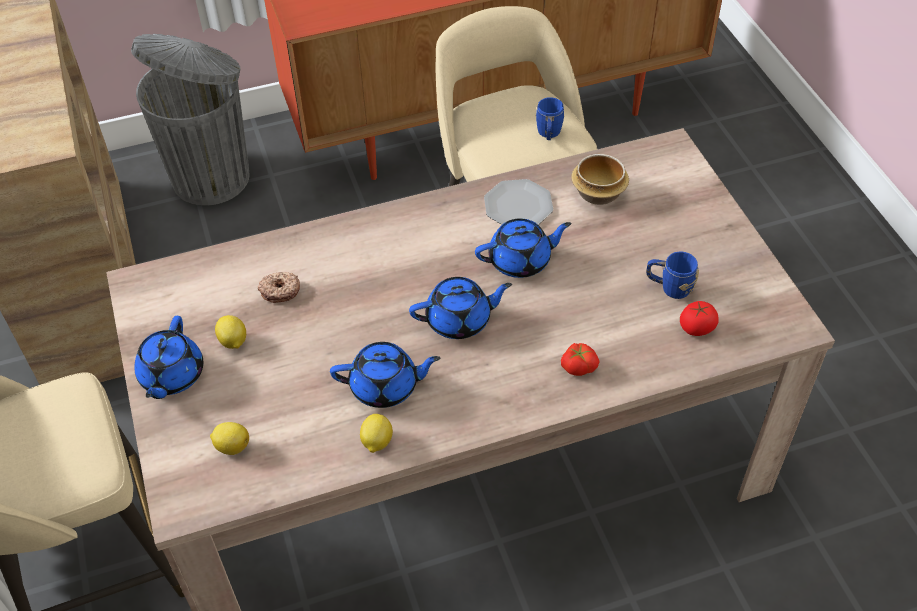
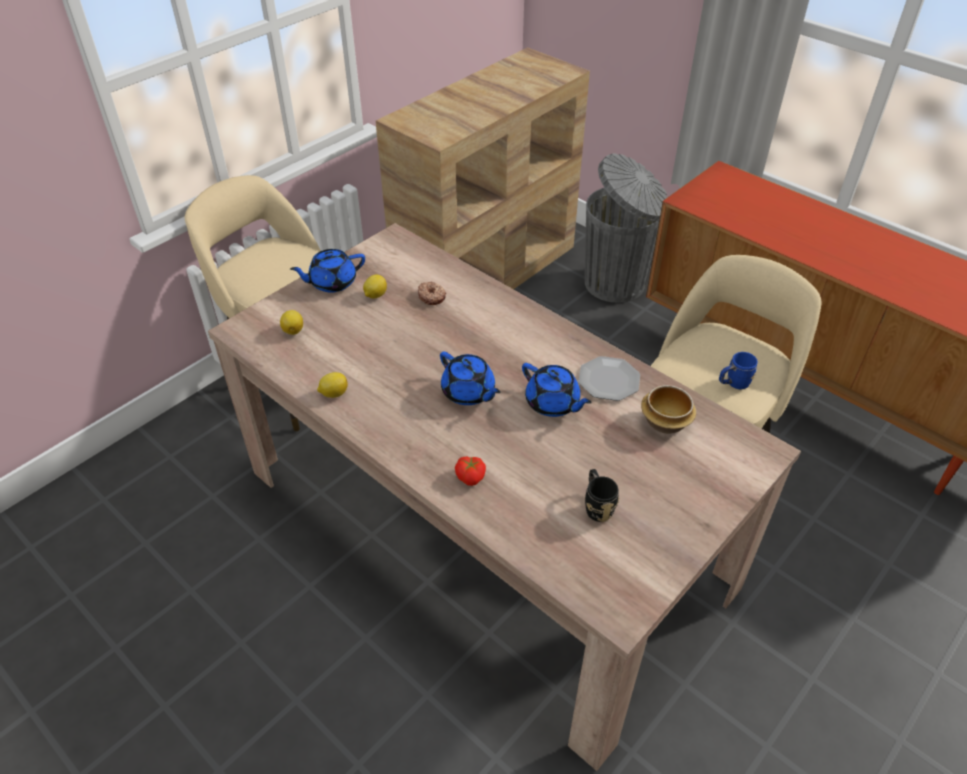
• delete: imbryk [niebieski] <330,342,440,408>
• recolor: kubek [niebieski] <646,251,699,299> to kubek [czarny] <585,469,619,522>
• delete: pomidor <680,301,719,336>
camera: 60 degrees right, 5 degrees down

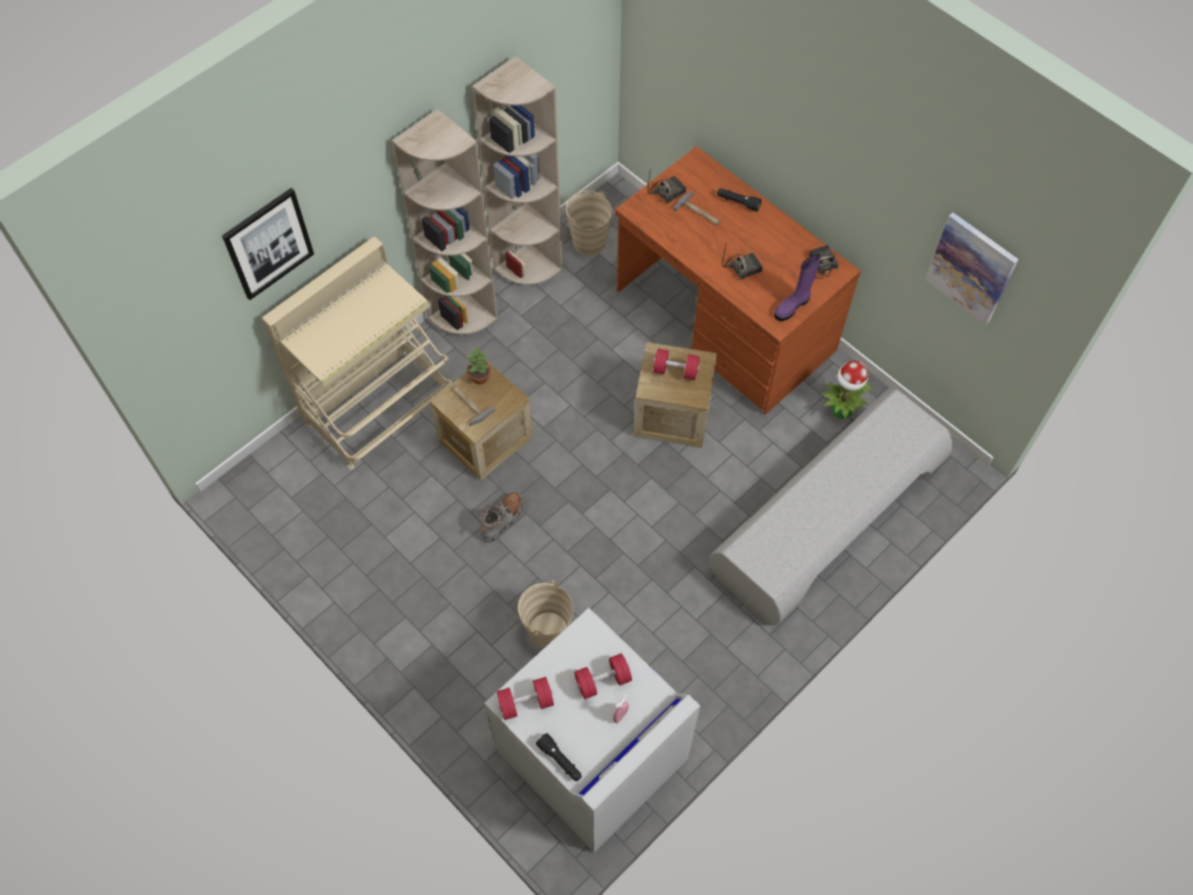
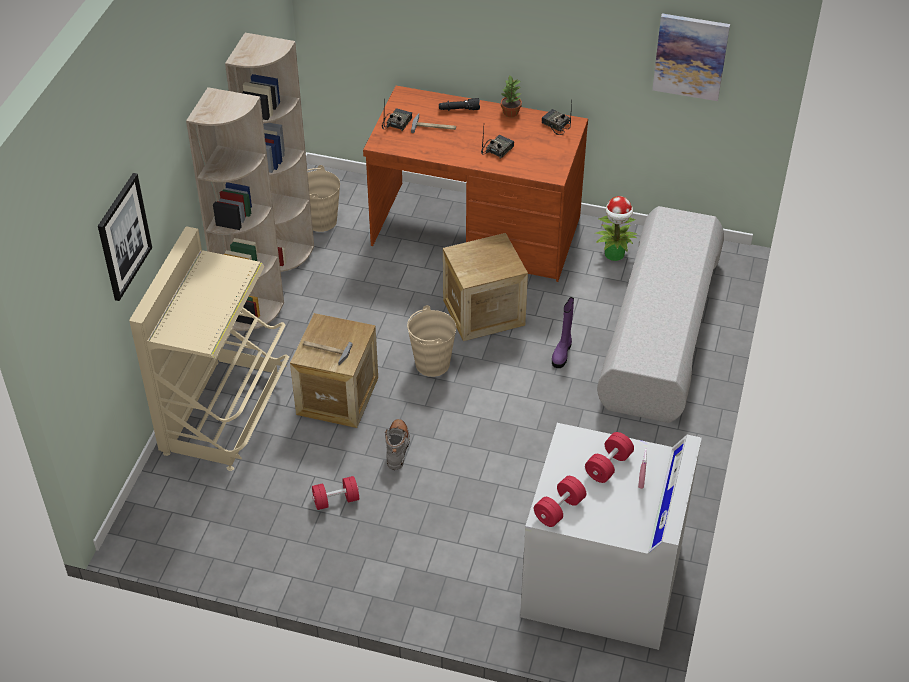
• move: roślina doniczkowa <467,346,491,384> to <500,76,522,117>
• move: wiadro [beżowy] <518,580,573,648> to <407,305,456,377>
• delete: latarka [czarny] <536,733,582,781>
• move: hantel [czerwony] <653,349,699,380> to <312,476,359,510>
• move: but z cholewką [fioletowy] <774,254,820,321> to <552,297,574,368>
camera: 30 degrees left, 15 degrees down

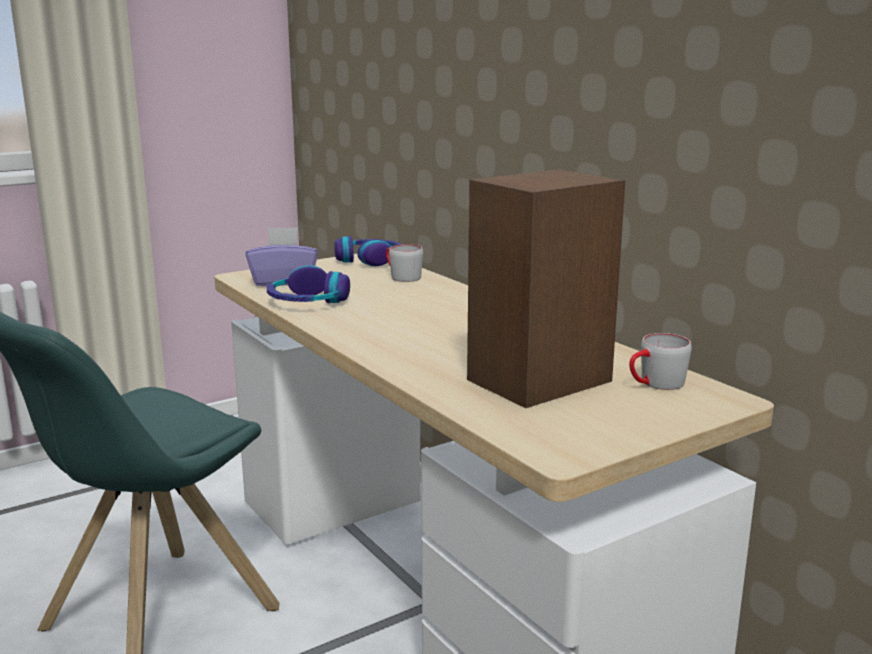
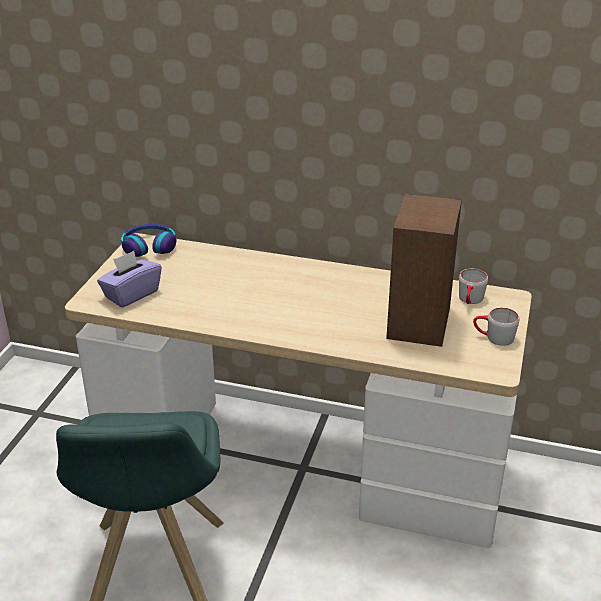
• delete: słuchawki <267,265,350,303>
• move: kubek [szary] <386,244,423,282> to <473,307,519,346>
camera: 40 degrees left, 15 degrees up

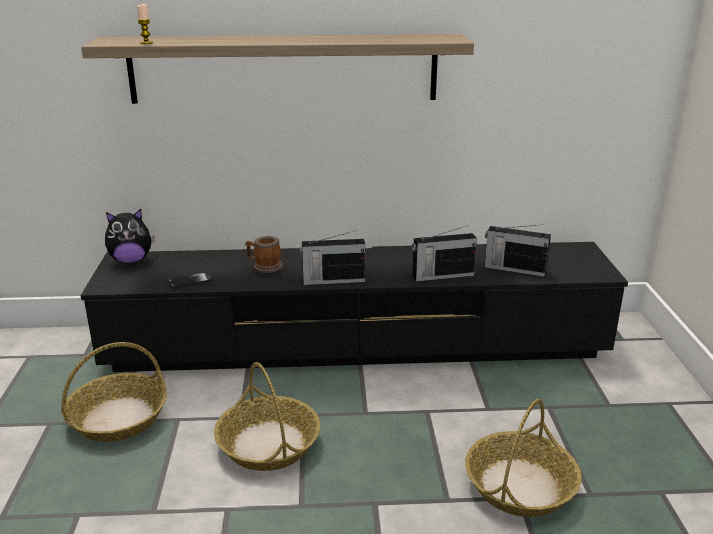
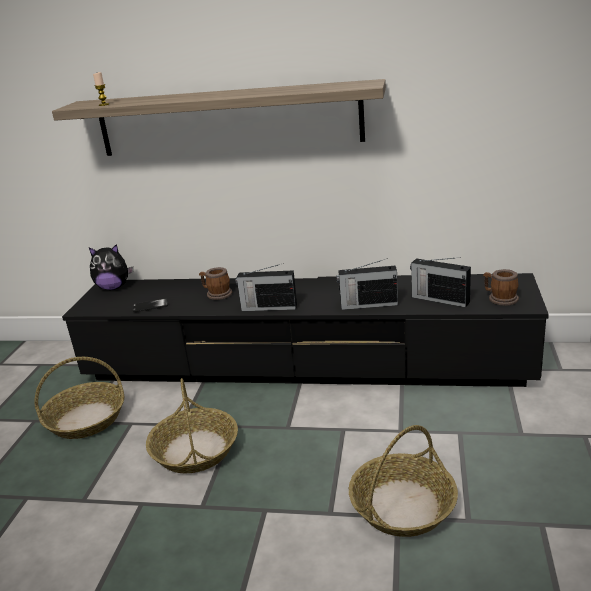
• insert: kubek <483,269,519,306>
camera: 15 degrees right, 0 degrees up

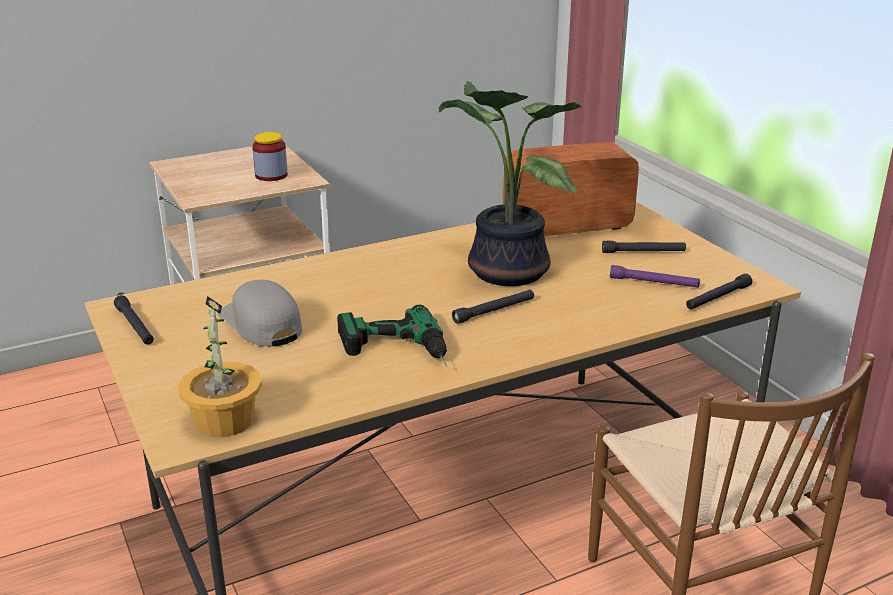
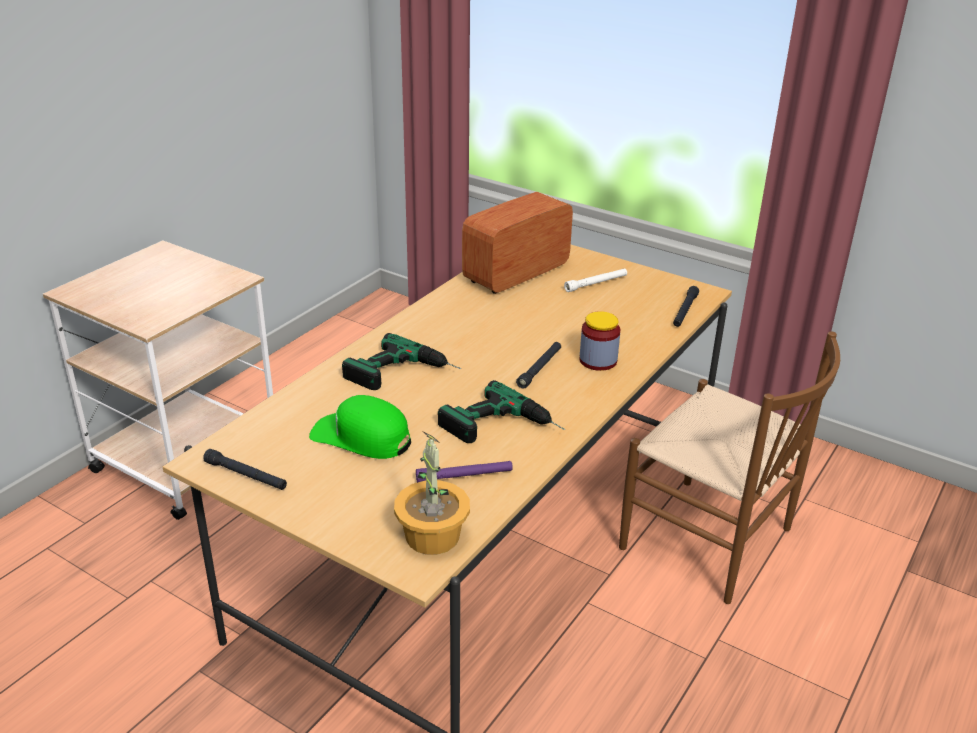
• recolor: czapka z daszkiem [szary] <217,280,302,347> to czapka z daszkiem [zielony] <309,395,411,459>
• move: słoik <252,132,288,181> to <579,311,620,371>
• delete: roślina doniczkowa <439,81,582,286>
• recolor: latarka [czarny] <602,240,686,253> to latarka [biały] <564,268,627,292>
• move: latarka [fioletowy] <610,265,700,288> to <416,461,513,483>
• insert: wiertarka <342,333,461,390>
camera: 30 degrees left, 5 degrees up

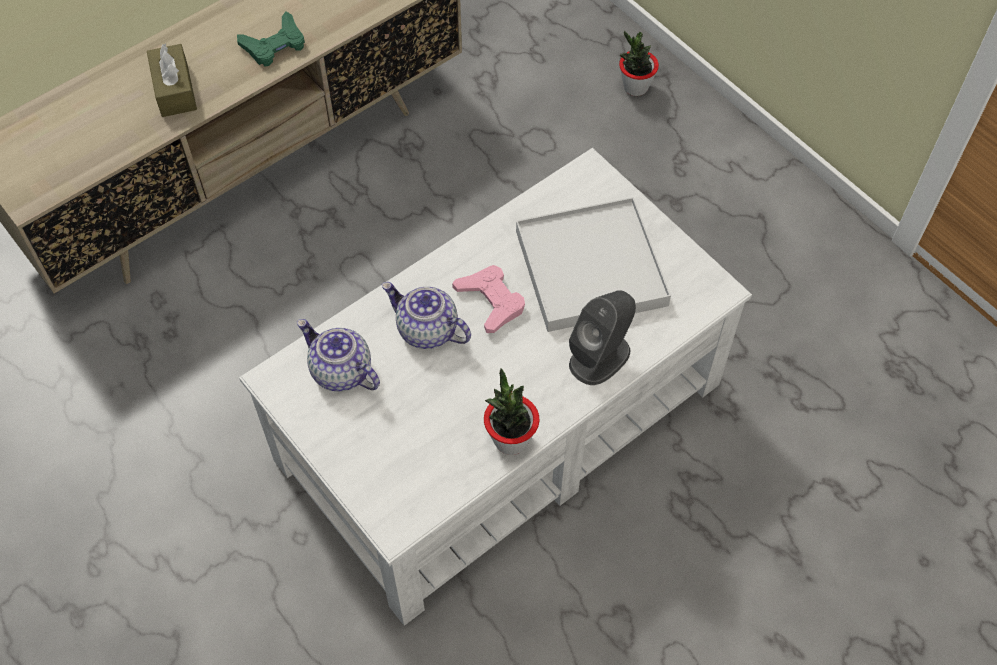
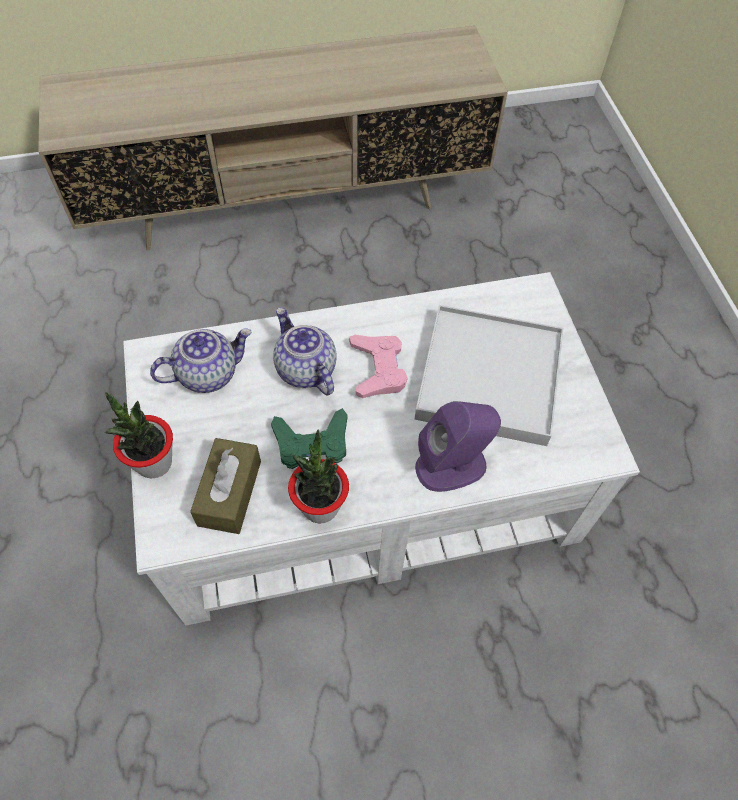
• move: pudełko chusteczek [brązowy] <147,44,197,117> to <190,438,261,534>
• move: pad do gier [zielony] <237,12,305,67> to <271,408,348,469>
• rotate: imbryk <297,319,380,391> = <150,328,252,393> 90 degrees clockwise
• recolor: głośnik [szary] <569,290,636,385> to głośnik [fioletowy] <415,401,501,492>
• move: roślina doniczkowa <619,31,659,96> to <104,392,173,478>
camera: 25 degrees right, 0 degrees up

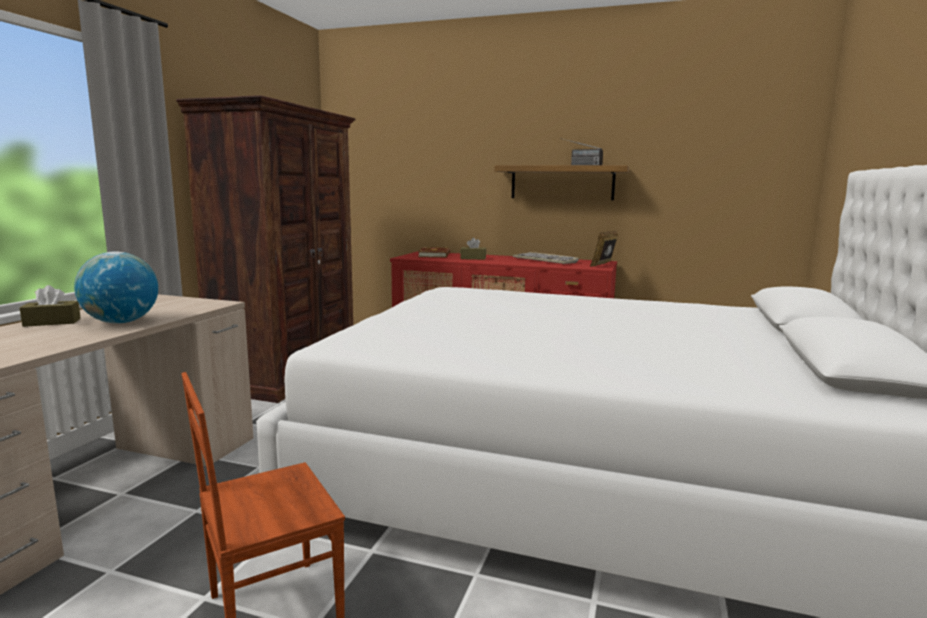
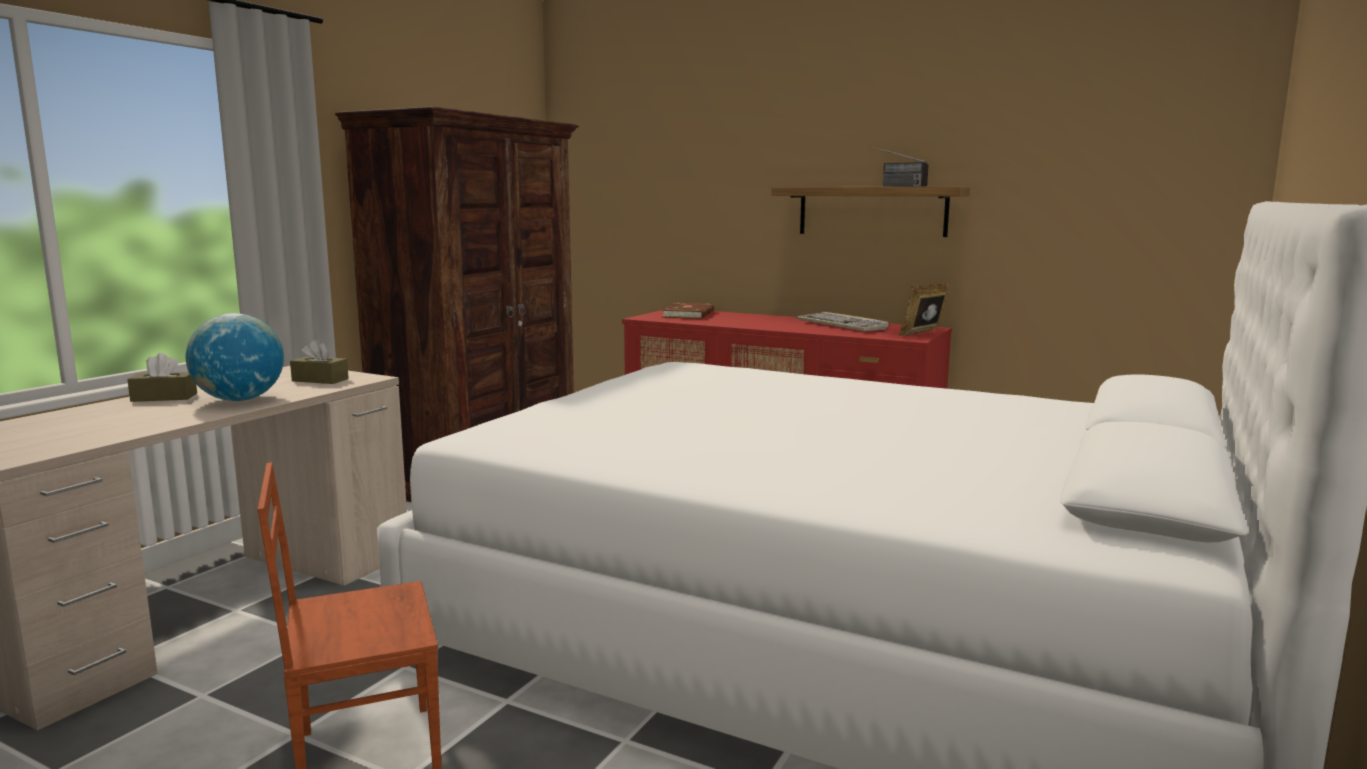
• move: pudełko chusteczek [brązowy] <460,238,486,260> to <290,340,349,384>
camera: 10 degrees right, 0 degrees up

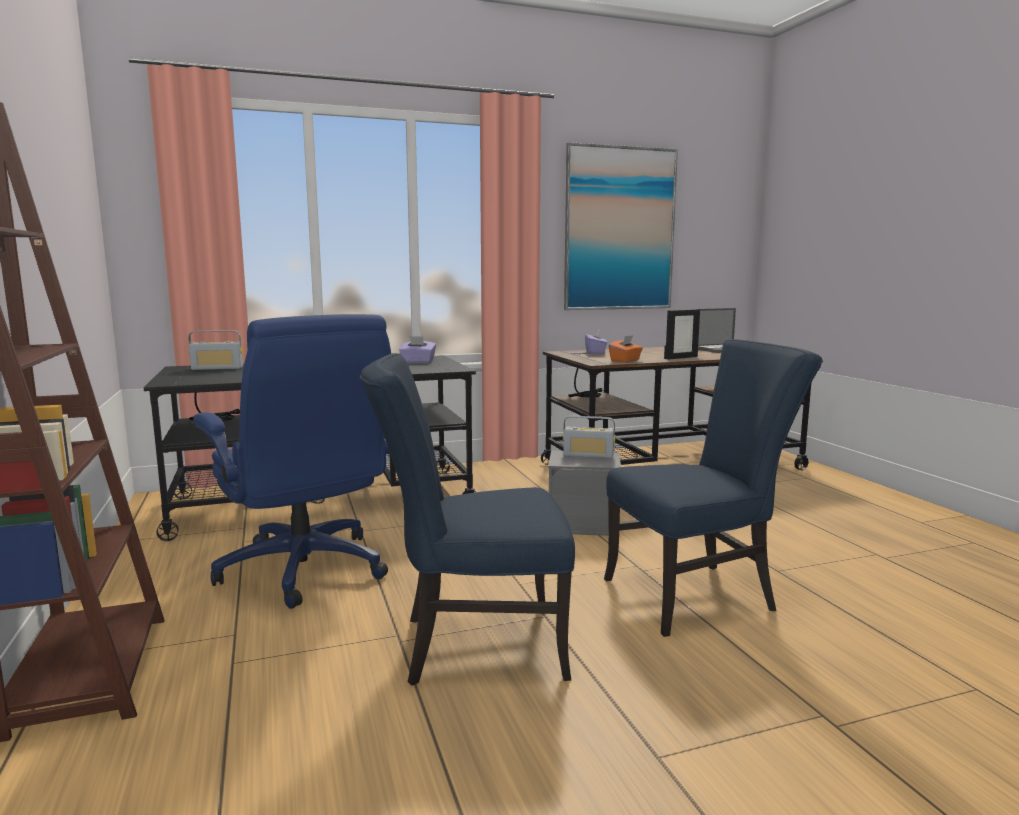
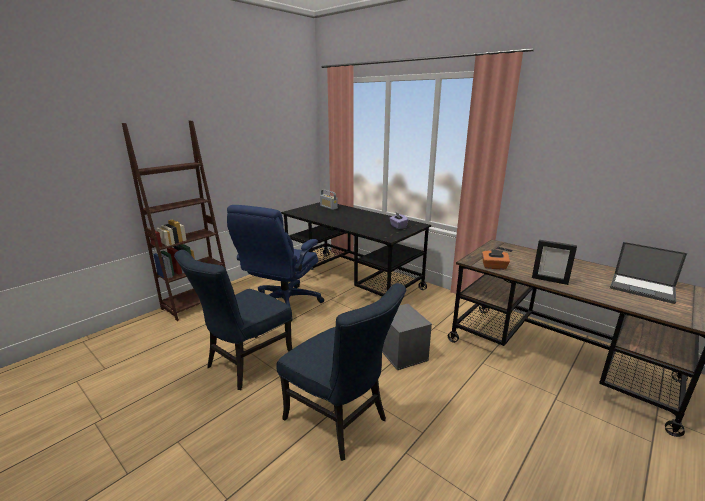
• rotate: krzesło [niebieski] <359,353,575,686> = <174,250,292,390> 105 degrees counterclockwise
• delete: radio <563,416,616,459>
• delete: obraz <564,142,678,310>
• delete: pudełko chusteczek [fioletowy] <585,330,607,354>
camera: 60 degrees right, 10 degrees up

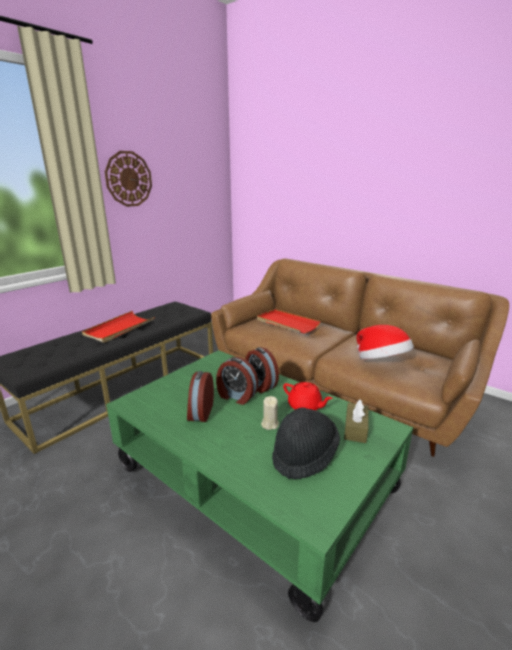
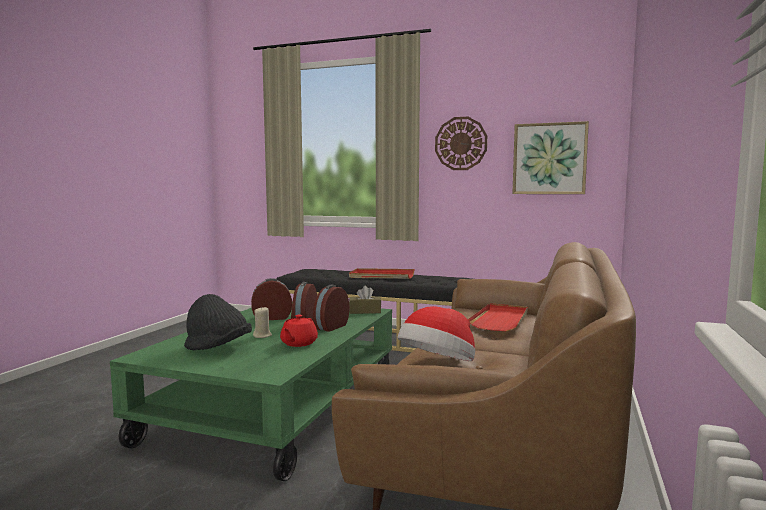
• move: pudełko chusteczek [brązowy] <344,400,369,443> to <349,286,381,314>
• insert: obraz <512,121,589,194>
camera: 70 degrees right, 15 degrees down

